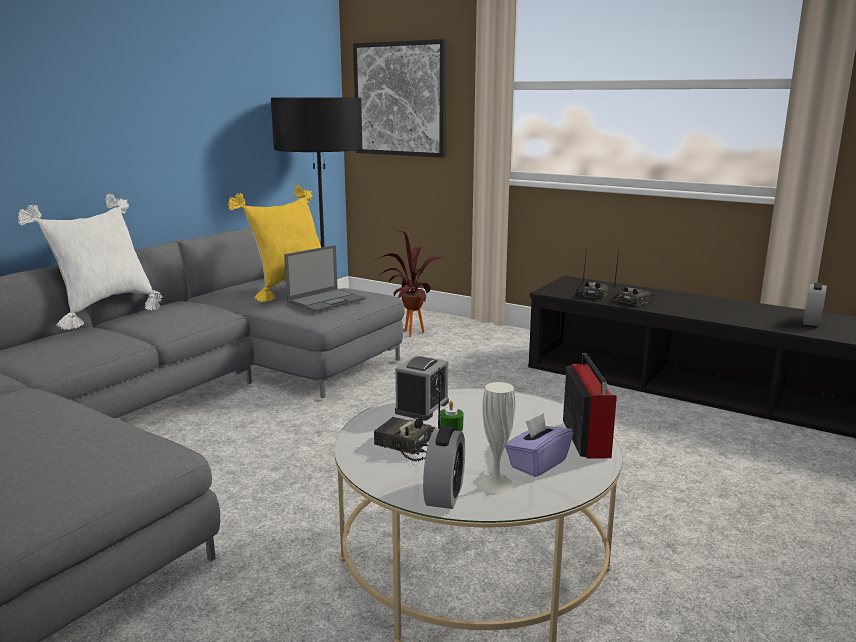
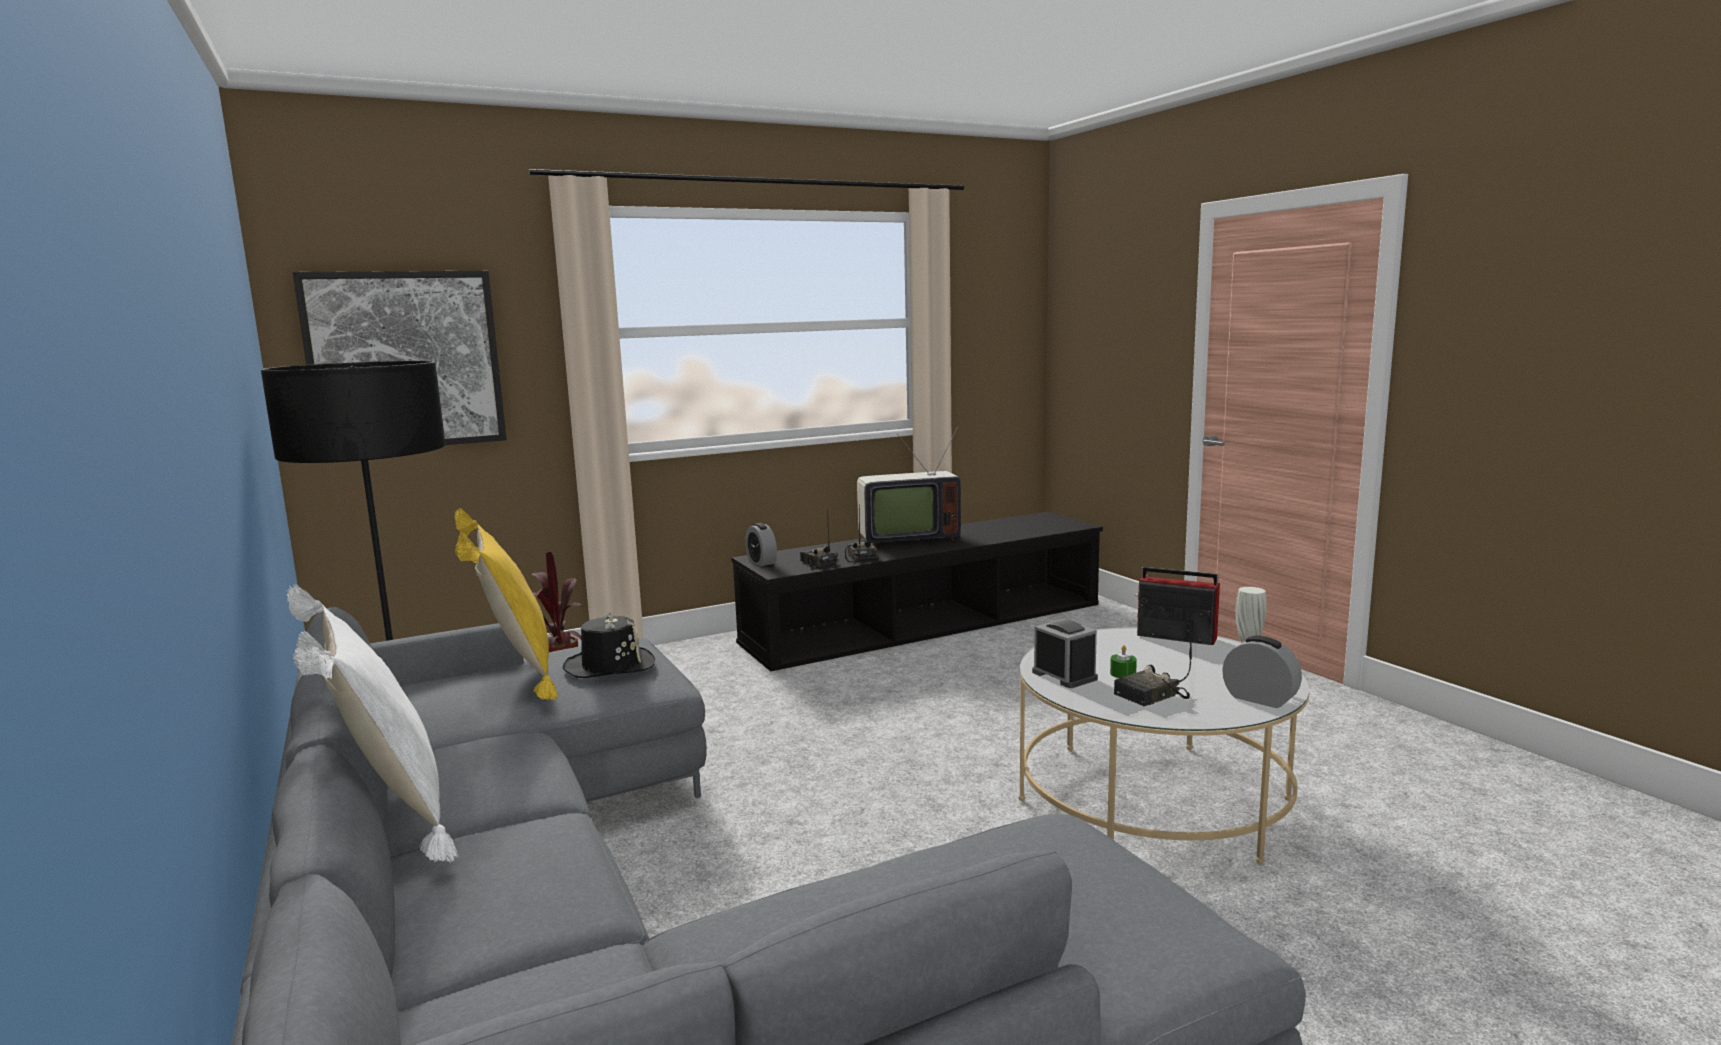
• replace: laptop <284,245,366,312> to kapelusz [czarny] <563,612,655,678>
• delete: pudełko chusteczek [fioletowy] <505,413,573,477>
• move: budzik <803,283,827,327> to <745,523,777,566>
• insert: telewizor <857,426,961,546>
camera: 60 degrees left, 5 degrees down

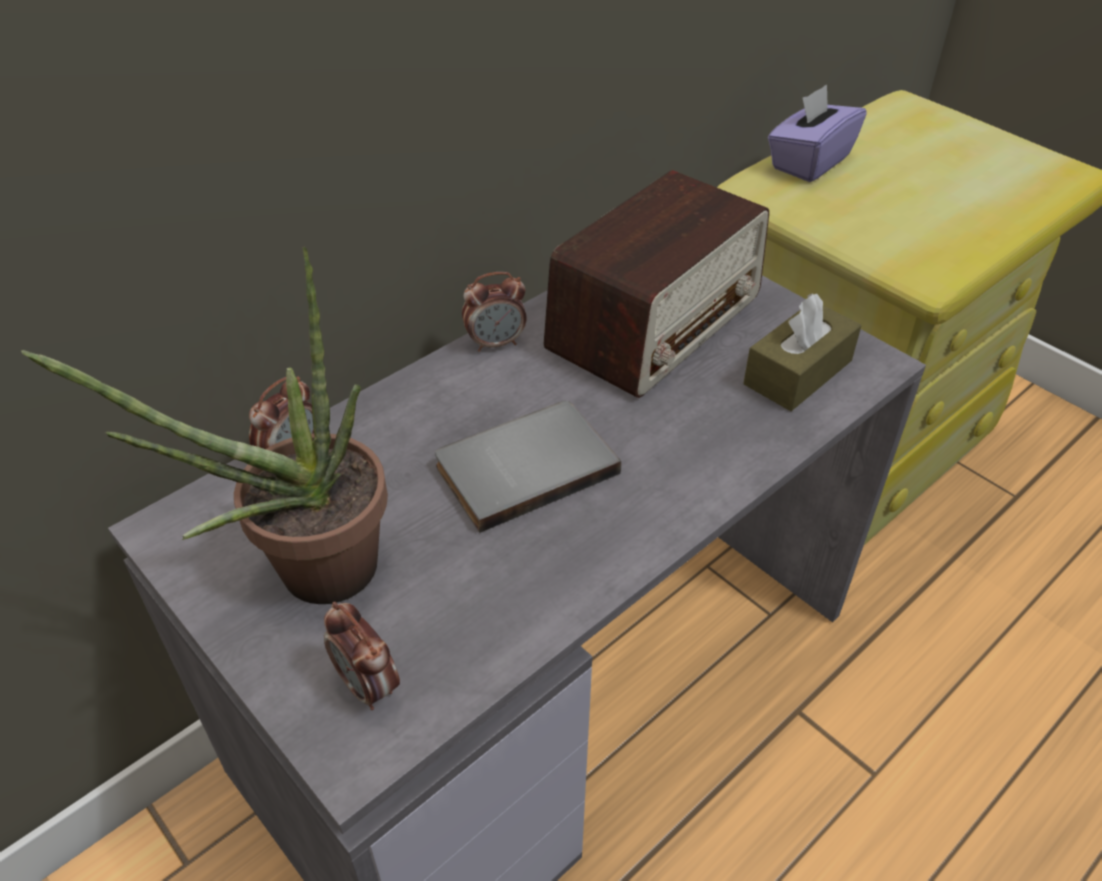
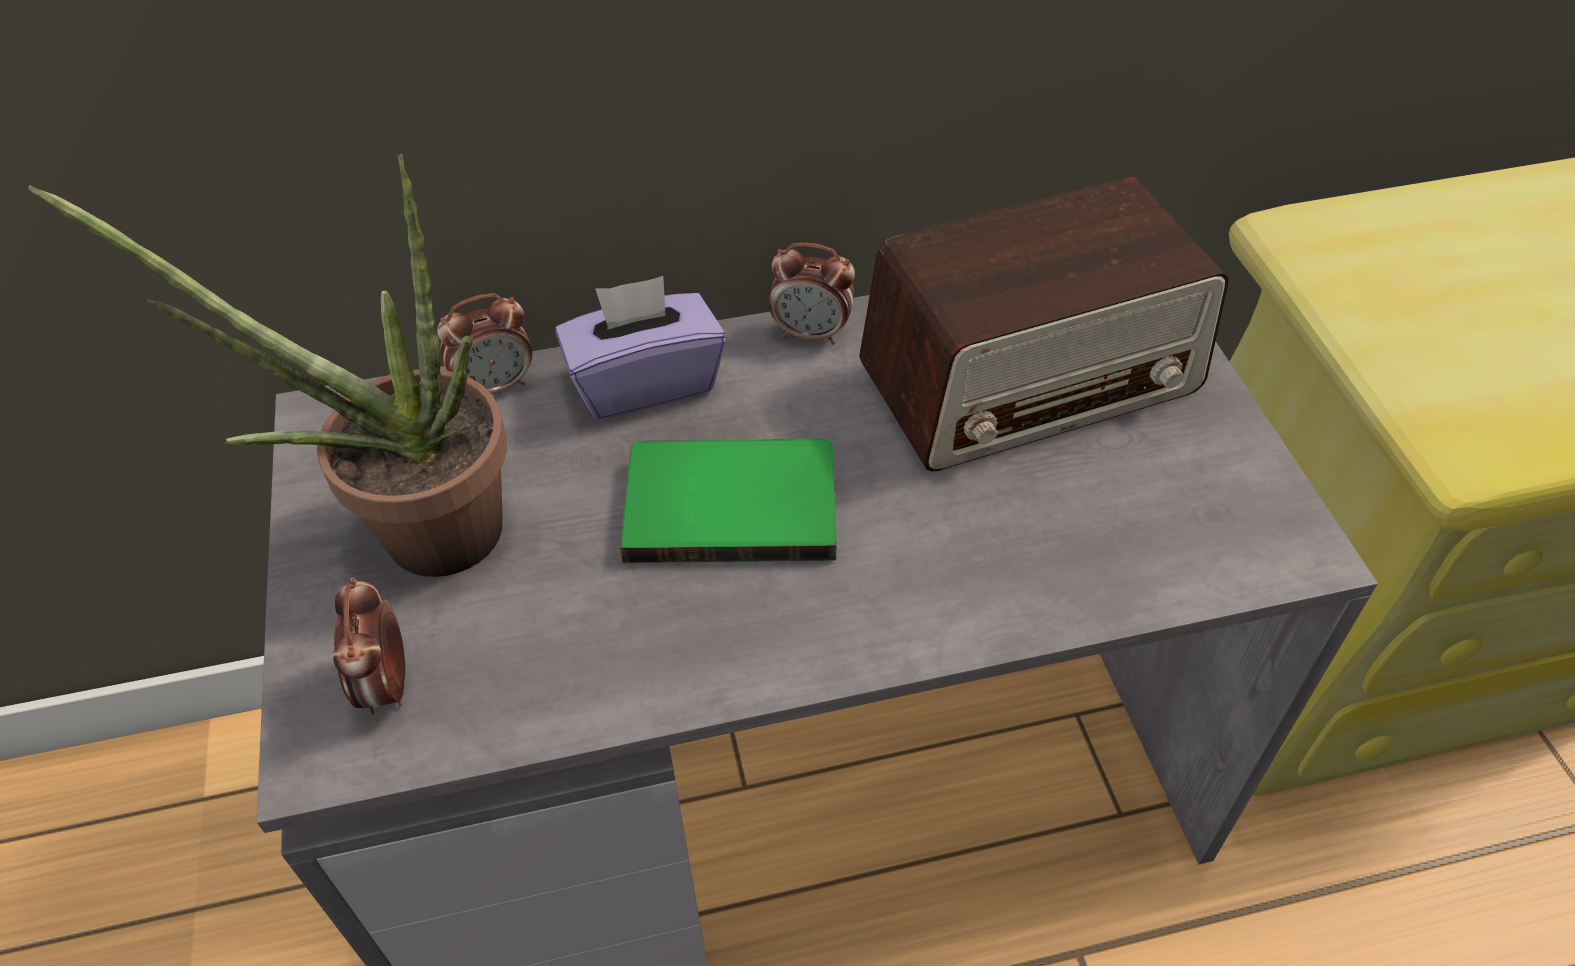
• recolor: książka [szary] <435,401,621,533> to książka [zielony] <620,439,836,563>
• delete: pudełko chusteczek [brązowy] <743,293,862,411>
• move: pudełko chusteczek [fioletowy] <768,84,867,182> to <555,276,726,420>
camera: 30 degrees right, 5 degrees up

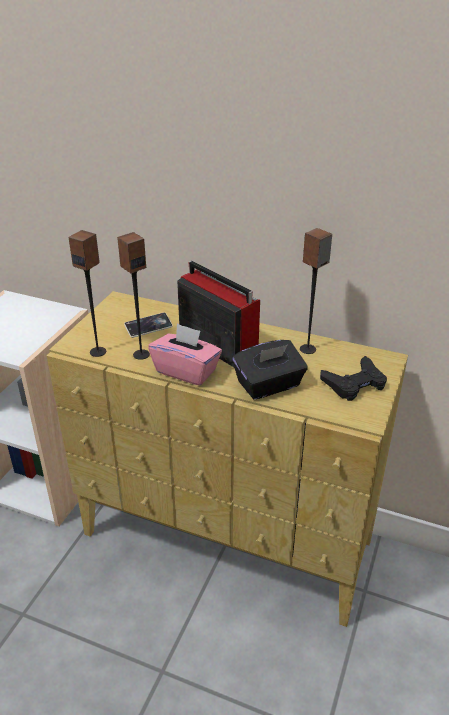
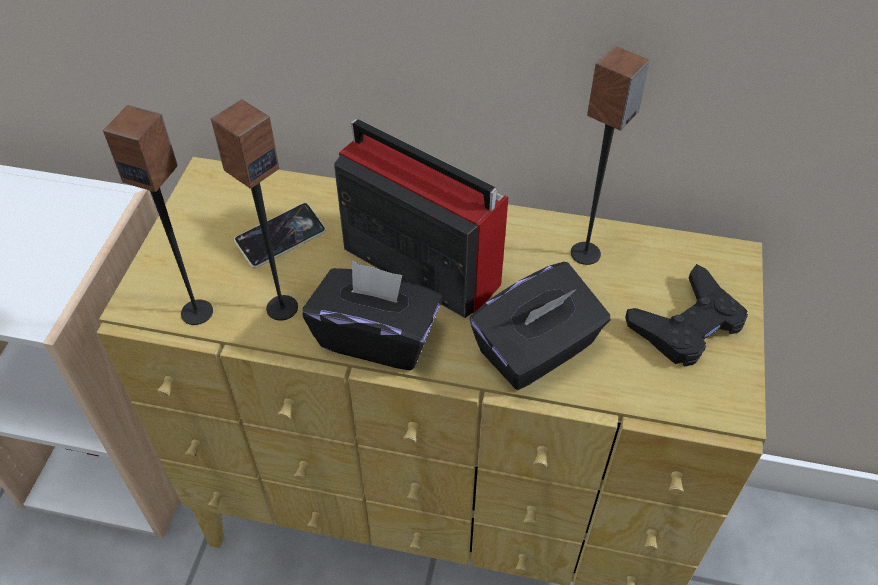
• recolor: pudełko chusteczek [różowy] <148,323,222,386> to pudełko chusteczek [czarny] <302,260,443,370>
camera: 10 degrees left, 15 degrees up

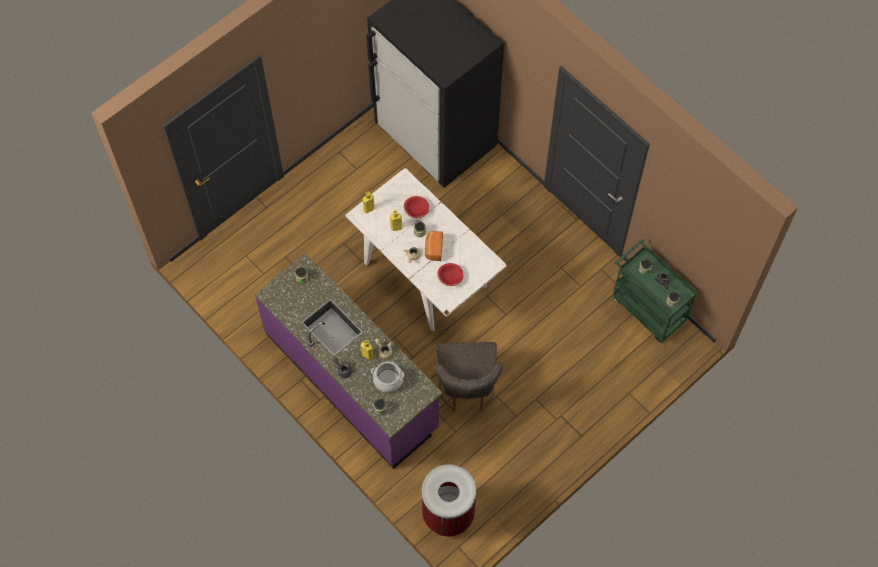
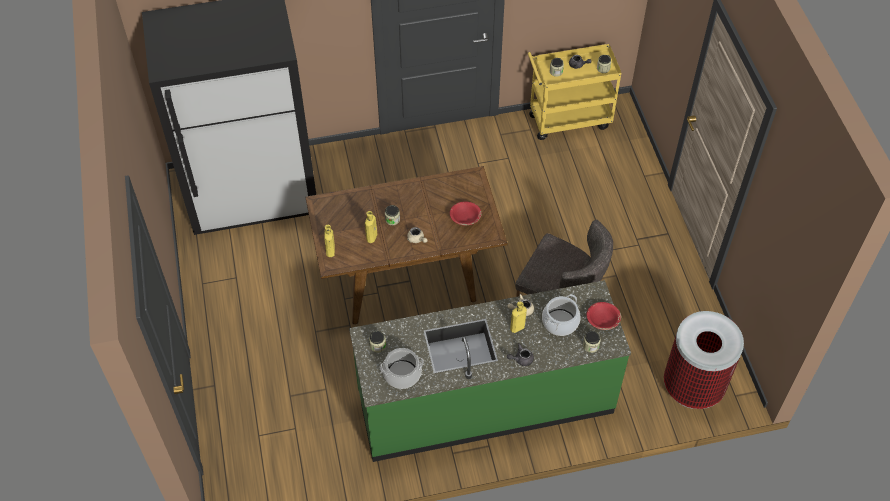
• recolor: zabudowa kuchenna [fioletowy] <254,254,443,469> to zabudowa kuchenna [zielony] <349,280,631,462>
• recolor: stół jadalny [biały] <345,168,507,332> to stół jadalny [brązowy] <305,166,508,324>
• move: miska [czerwony] <404,196,429,218> to <587,302,621,330>
• delete: chleb <425,231,443,261>
• recolor: wózek [zielony] <612,238,697,343> to wózek [żółty] <528,44,621,140>
• insert: garnek <380,348,424,389>
camera: 60 degrees left, 10 degrees down

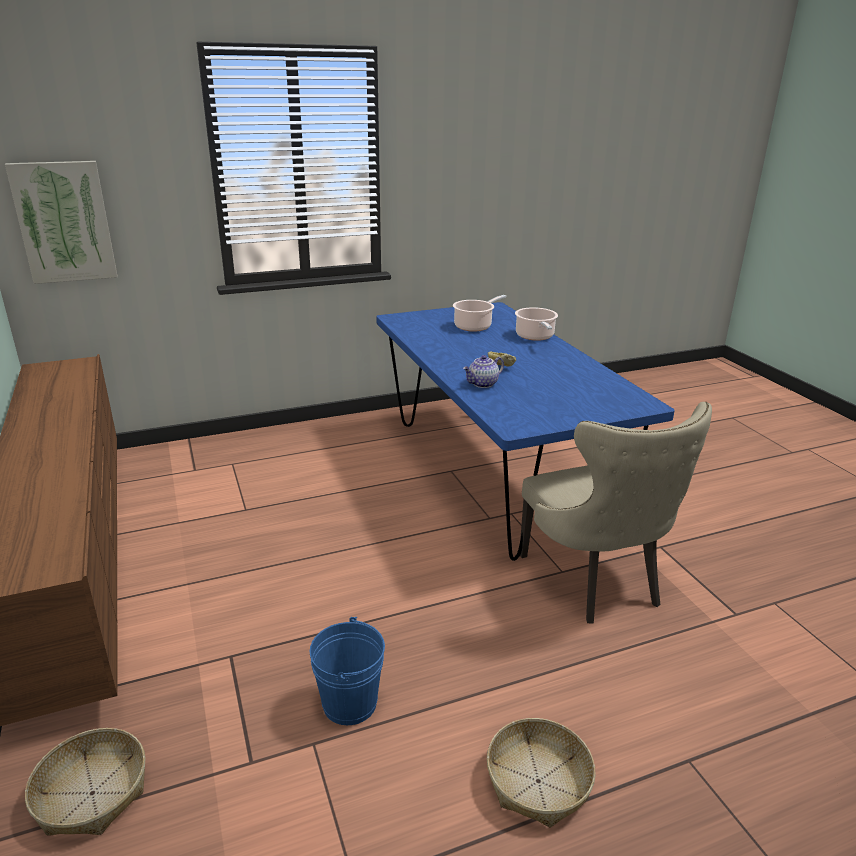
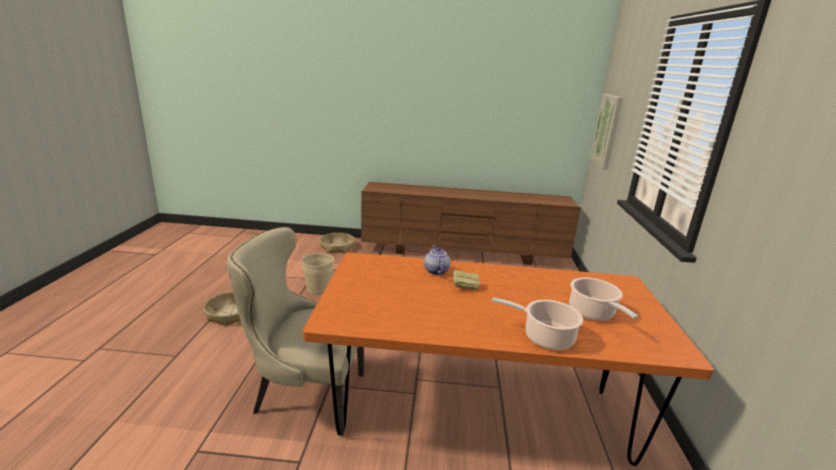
• recolor: wiadro [niebieski] <309,617,385,725> to wiadro [beżowy] <302,253,334,295>
• recolor: stół jadalny [niebieski] <376,302,675,561> to stół jadalny [pomarańczowy] <303,252,714,466>
camera: 115 degrees right, 5 degrees down

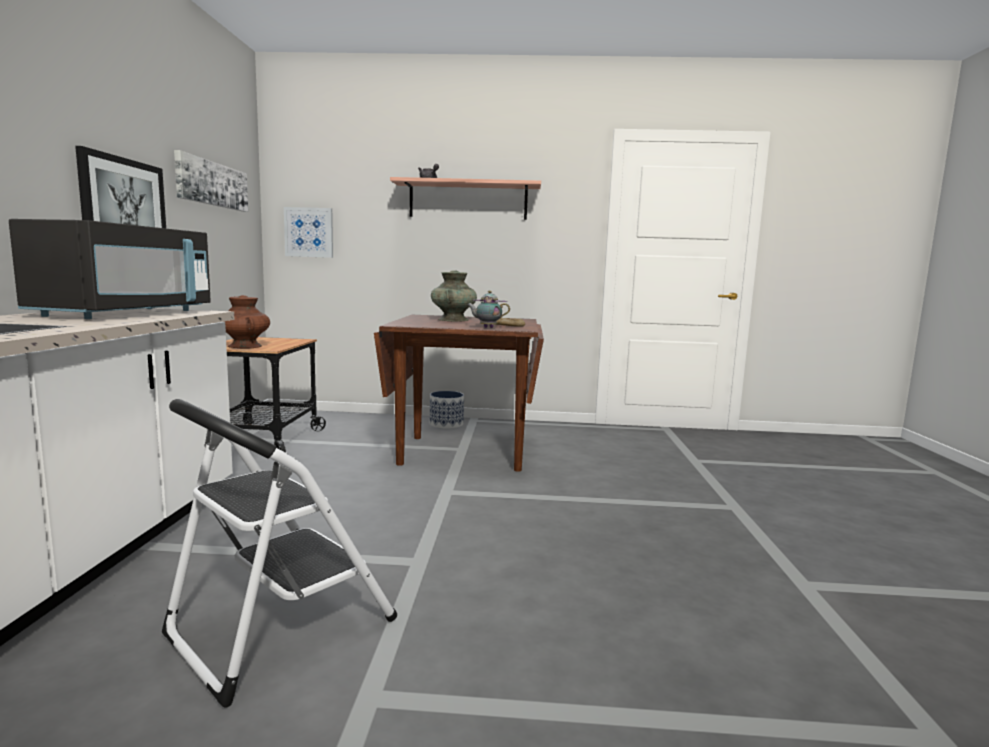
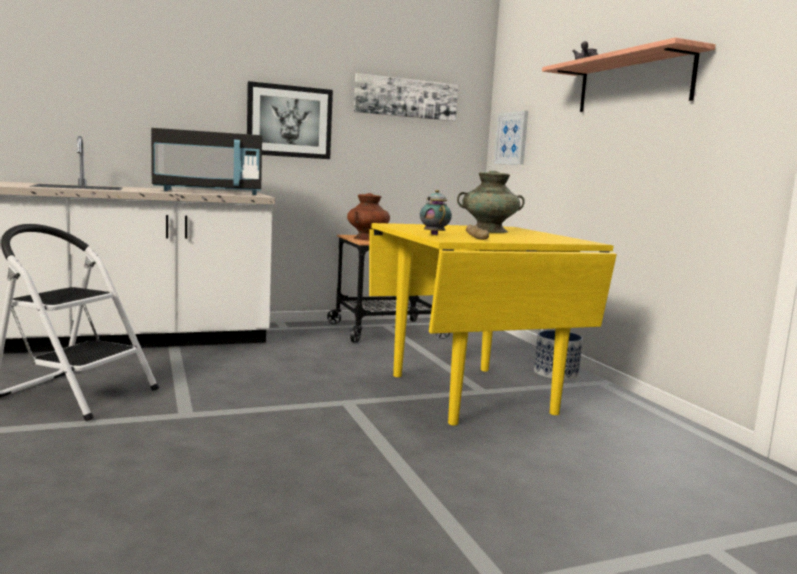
• recolor: stół jadalny [brązowy] <374,315,544,472> to stół jadalny [żółty] <369,223,617,425>
camera: 65 degrees right, 0 degrees up

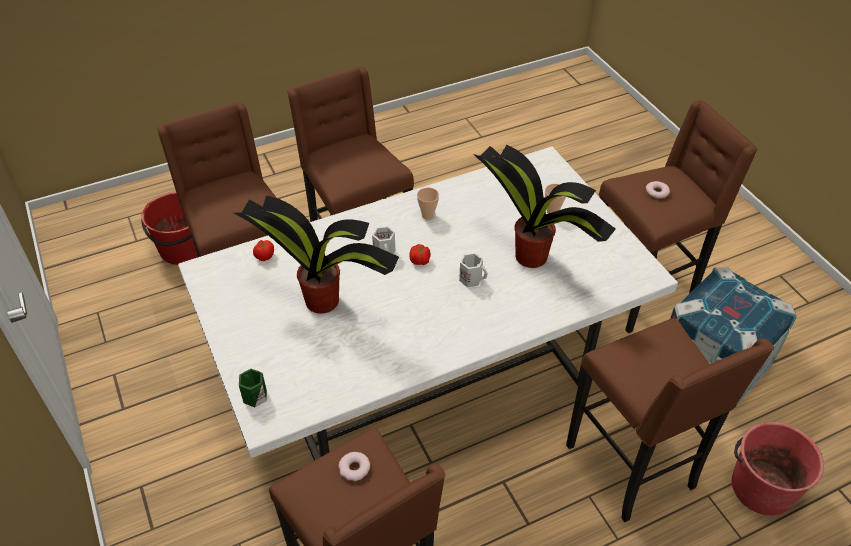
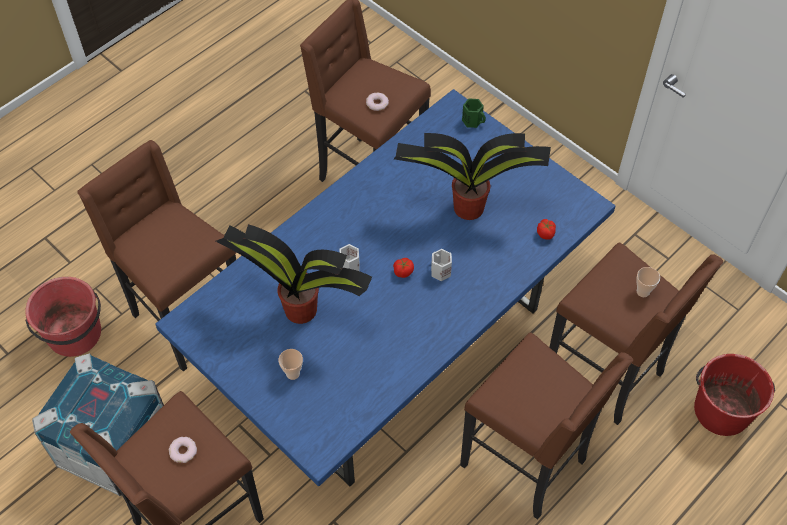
• recolor: stół jadalny [biały] <178,146,678,461> to stół jadalny [niebieski] <155,89,615,486>
• move: filiżanka <417,187,439,220> to <636,267,660,297>
camera: 160 degrees right, 10 degrees up

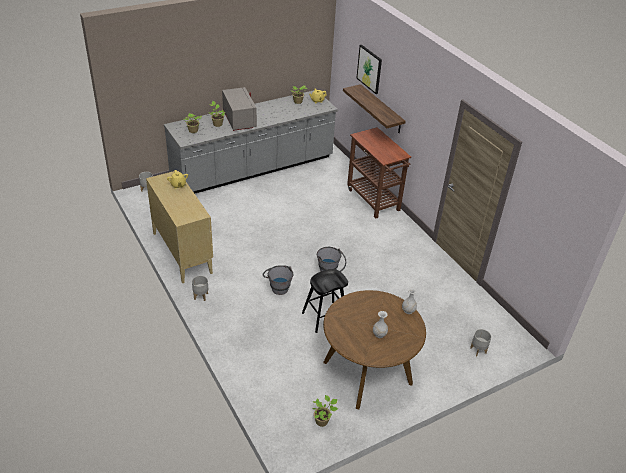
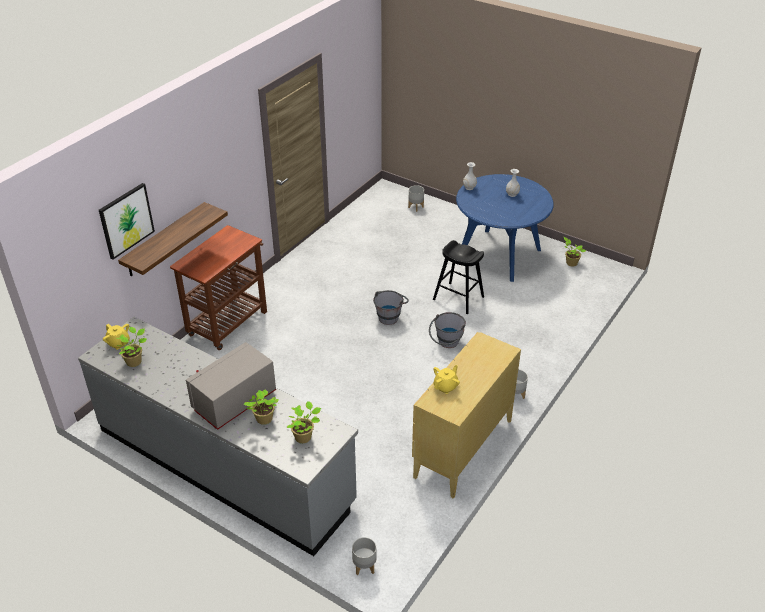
• recolor: stół jadalny [brązowy] <323,290,426,409> to stół jadalny [niebieski] <456,174,554,282>
camera: 115 degrees left, 0 degrees up

